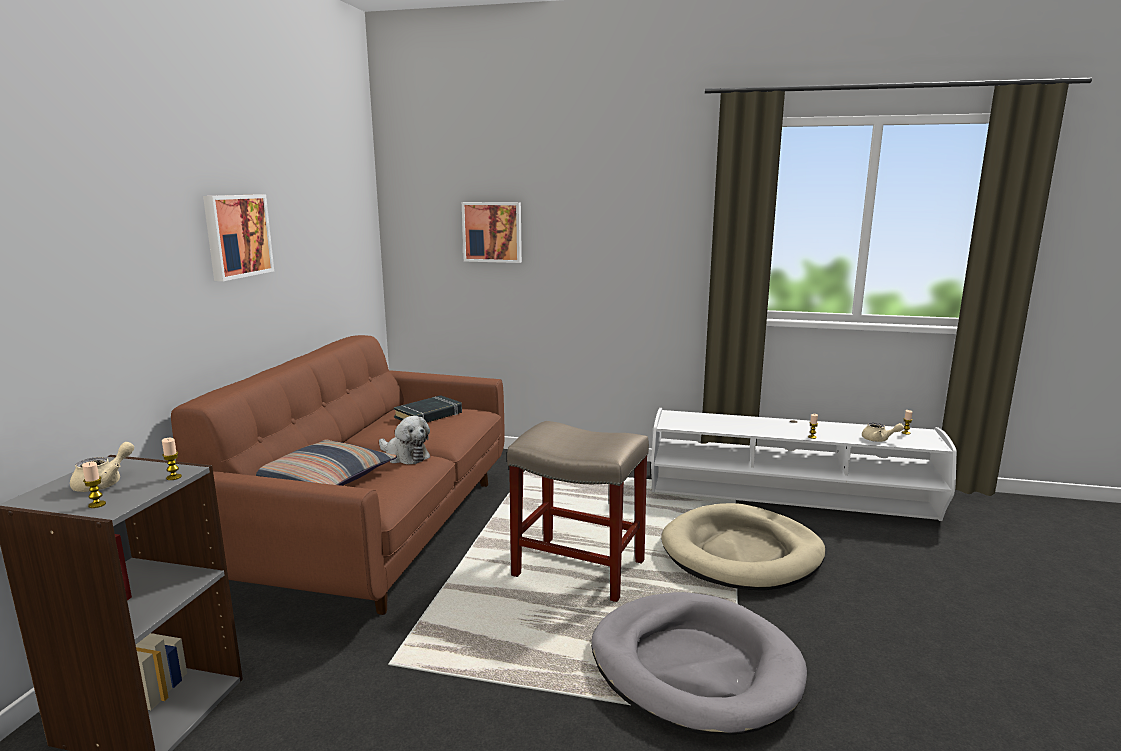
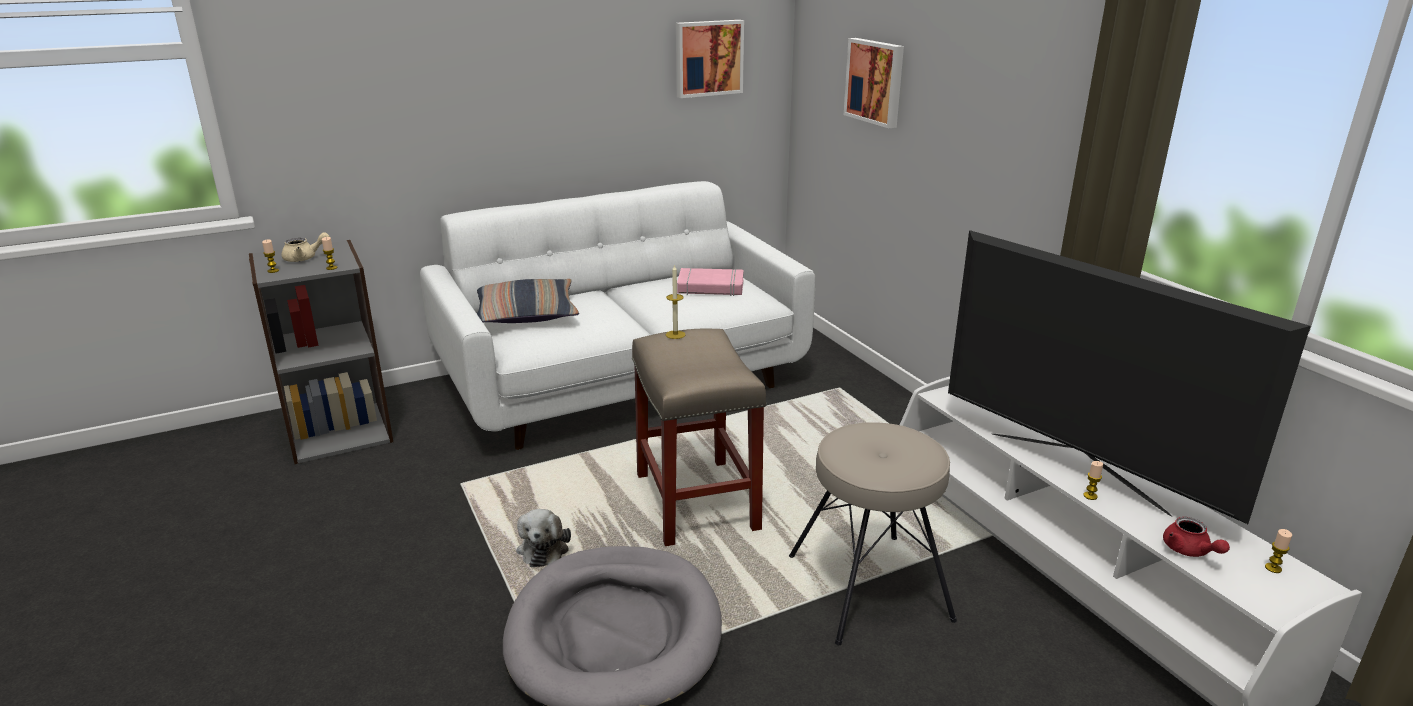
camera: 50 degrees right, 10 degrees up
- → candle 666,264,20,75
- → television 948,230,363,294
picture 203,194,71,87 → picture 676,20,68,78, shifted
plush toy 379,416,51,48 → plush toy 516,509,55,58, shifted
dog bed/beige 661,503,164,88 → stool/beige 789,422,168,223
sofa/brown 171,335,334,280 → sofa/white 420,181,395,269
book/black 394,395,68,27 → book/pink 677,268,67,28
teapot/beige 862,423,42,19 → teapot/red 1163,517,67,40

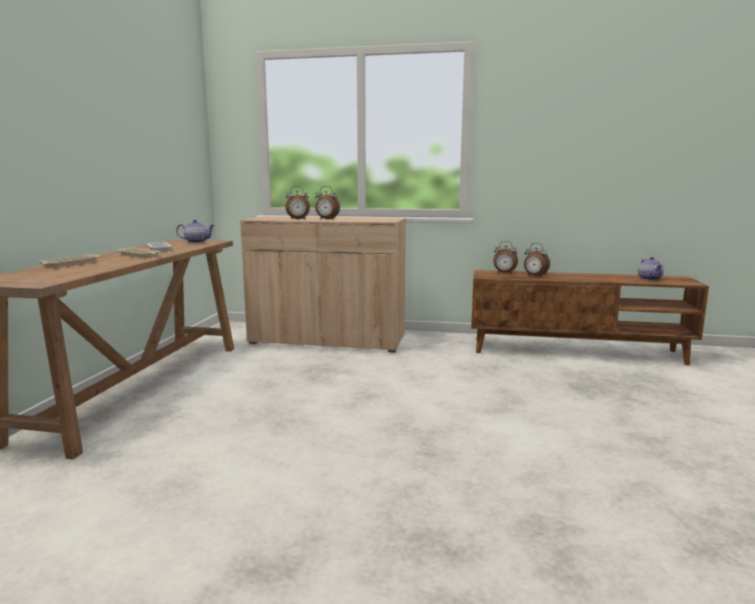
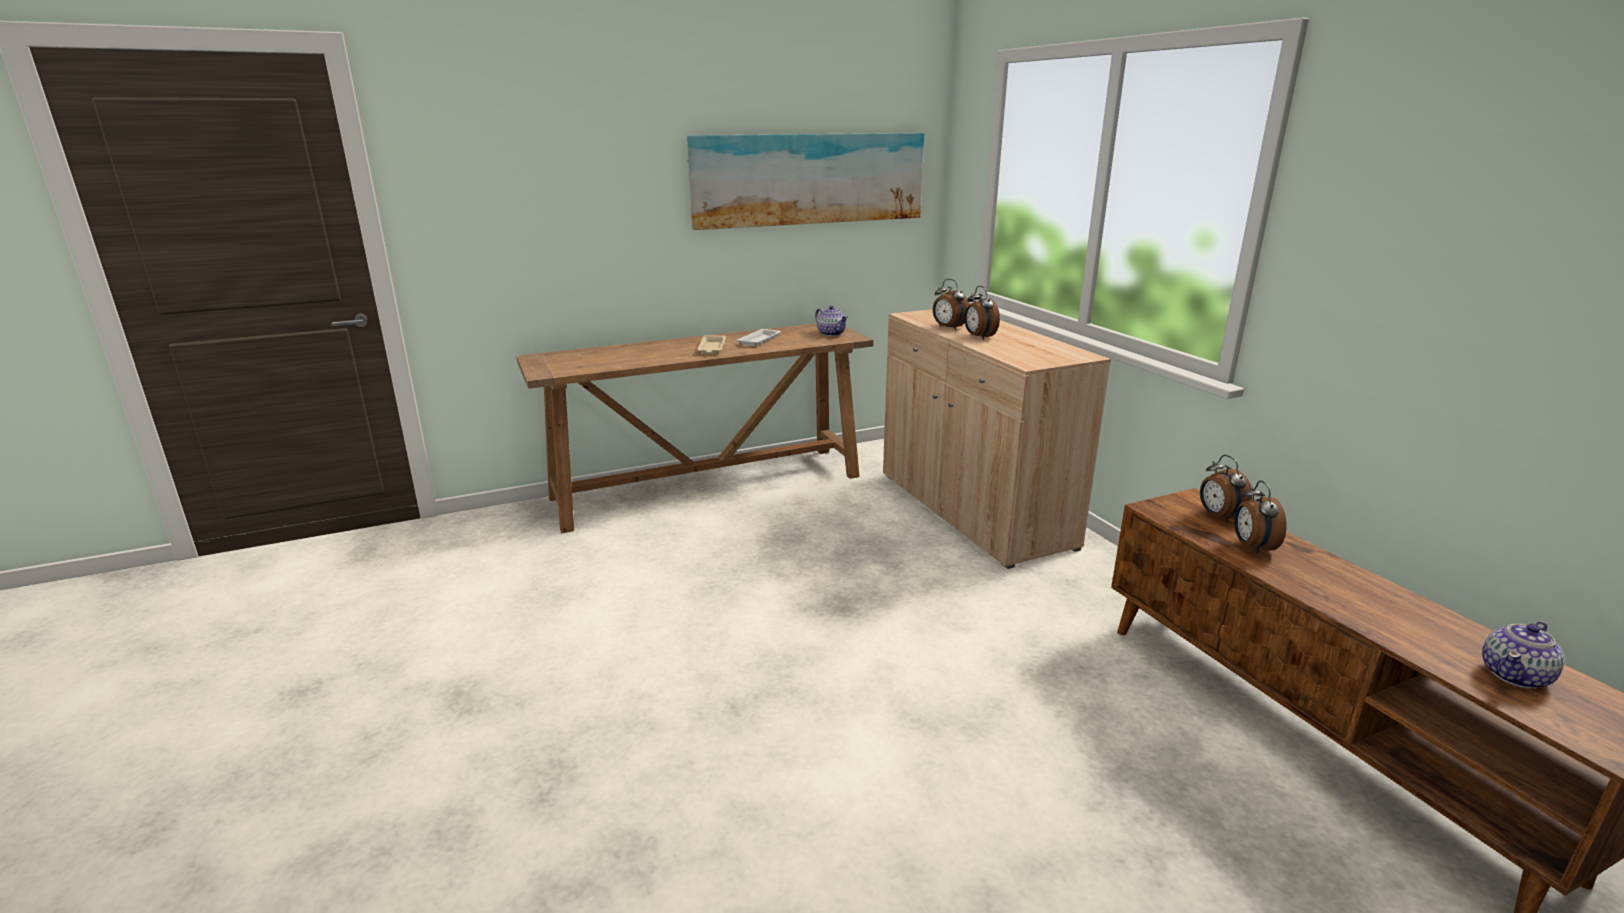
camera: 55 degrees right, 10 degrees up
tray/beige 39,254,62,14 → -
- → picture 687,133,237,97

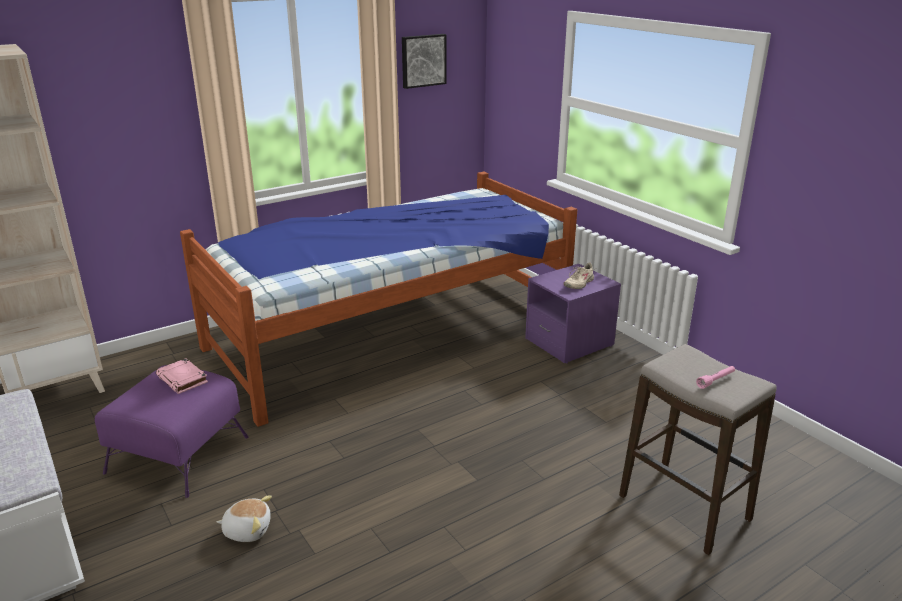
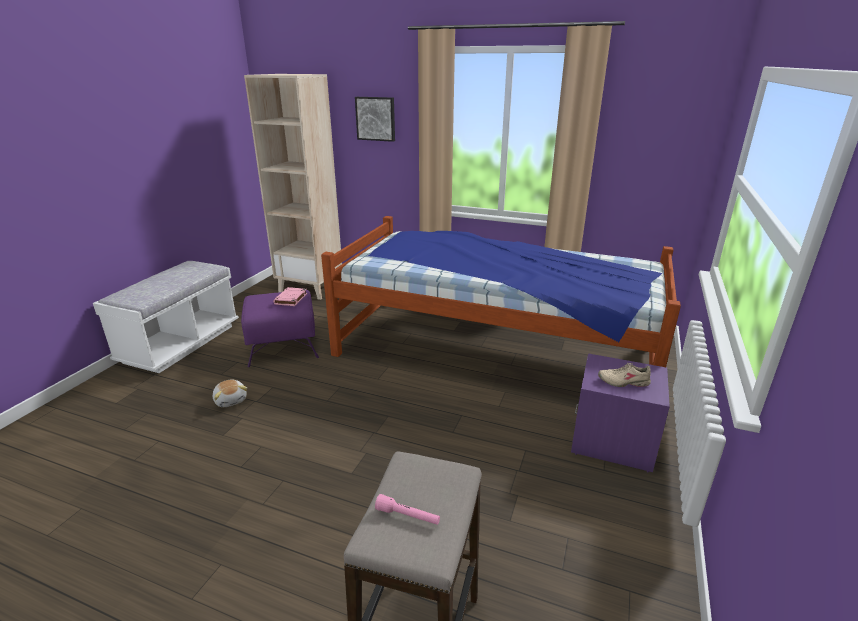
camera: 55 degrees right, 0 degrees up
picture 402,34,45,55 → picture 355,97,40,45, shifted

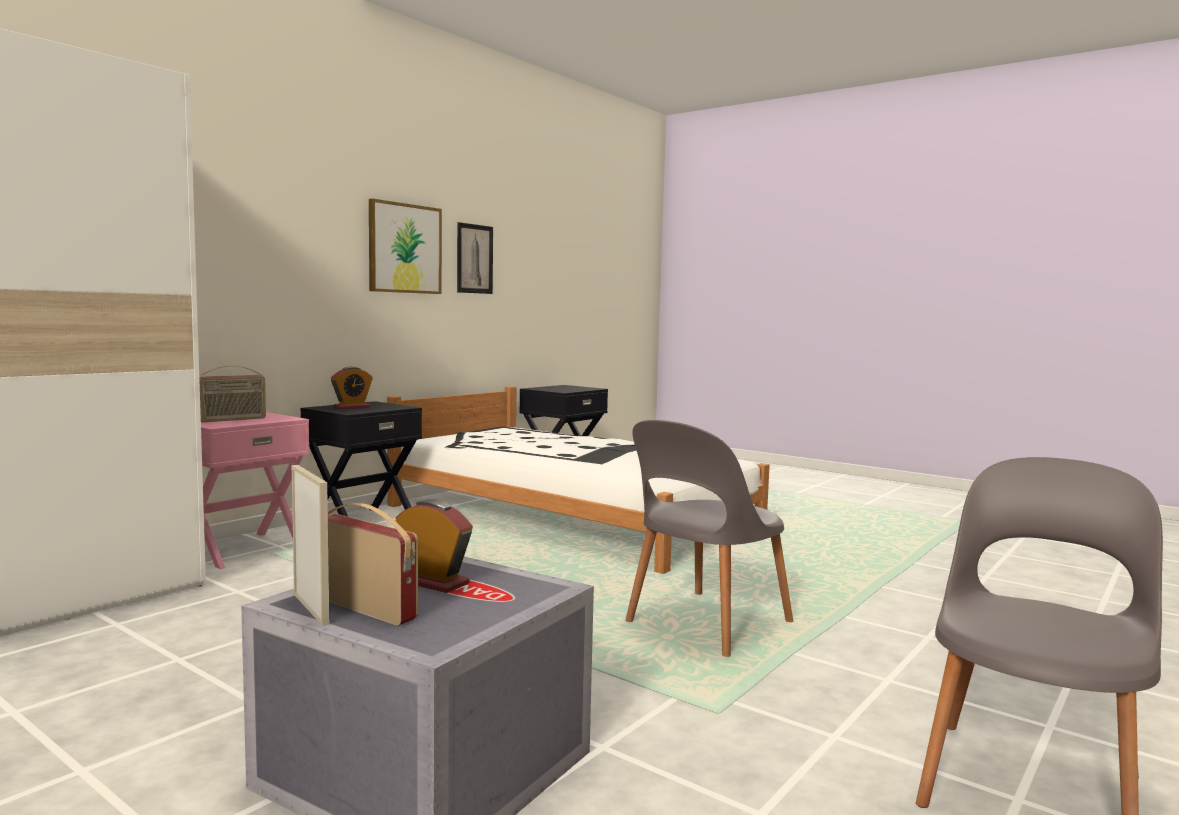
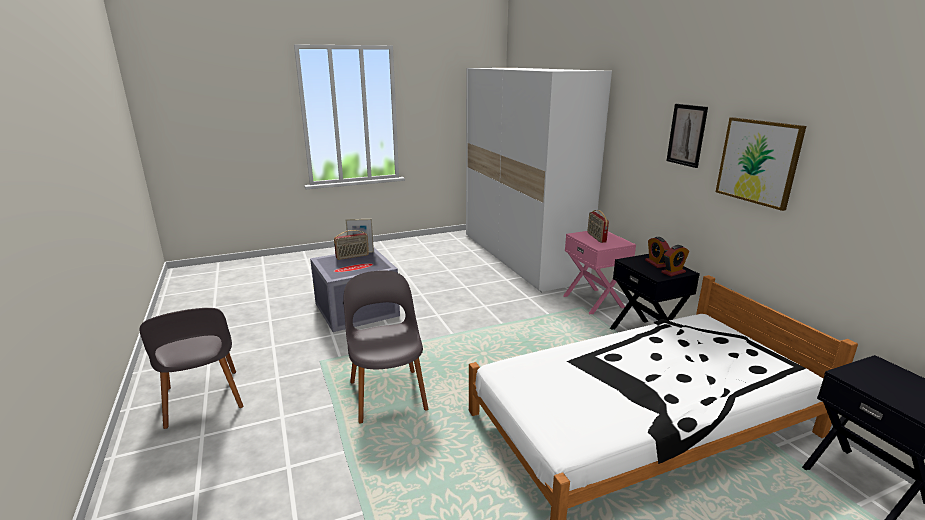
camera: 120 degrees right, 15 degrees up
alarm clock 396,499,77,94 → alarm clock 661,245,28,31, shifted
picture 457,222,36,72 → picture 666,104,42,64, shifted

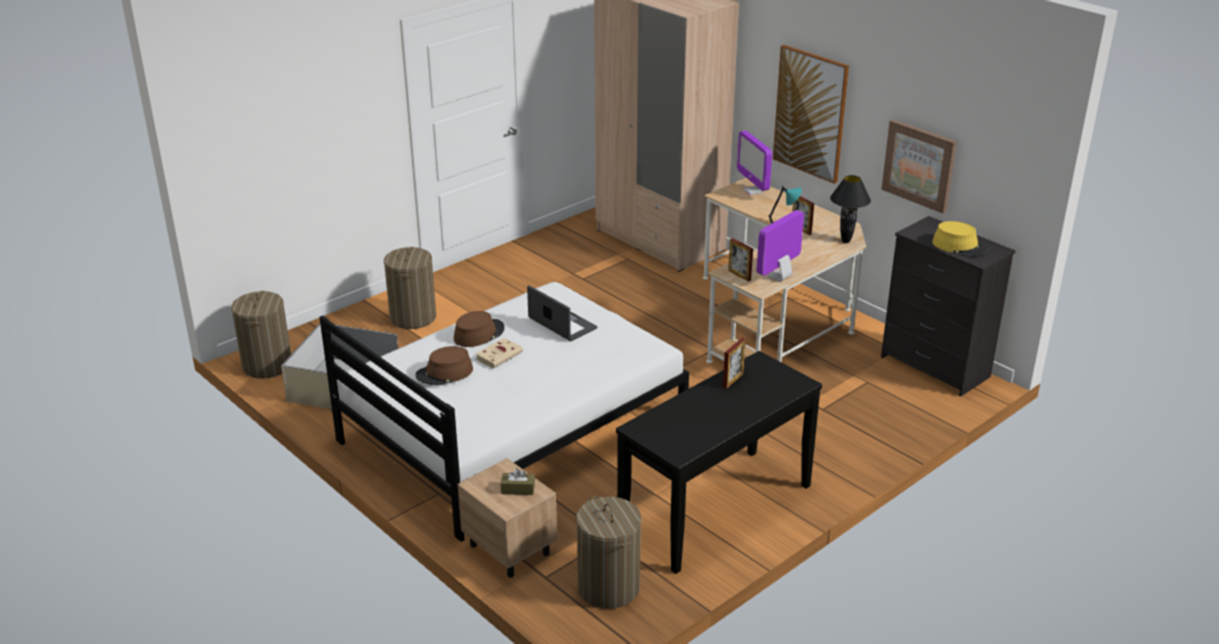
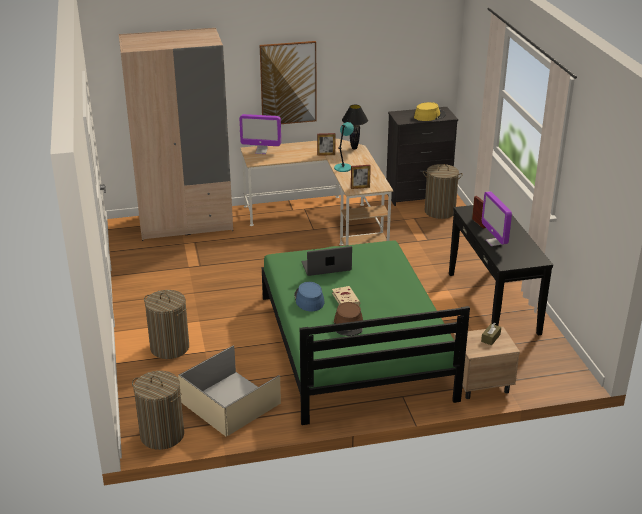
camera: 60 degrees left, 0 degrees up
picture 881,120,76,94 → -
laundry basket 576,496,65,113 → laundry basket 423,164,40,55, shifted
monitor 757,210,47,72 → monitor 482,191,30,55, shifted
bed/white 320,282,369,260 → bed/green 262,240,208,185
hat/brown 454,311,51,36 → hat/blue 294,282,30,30

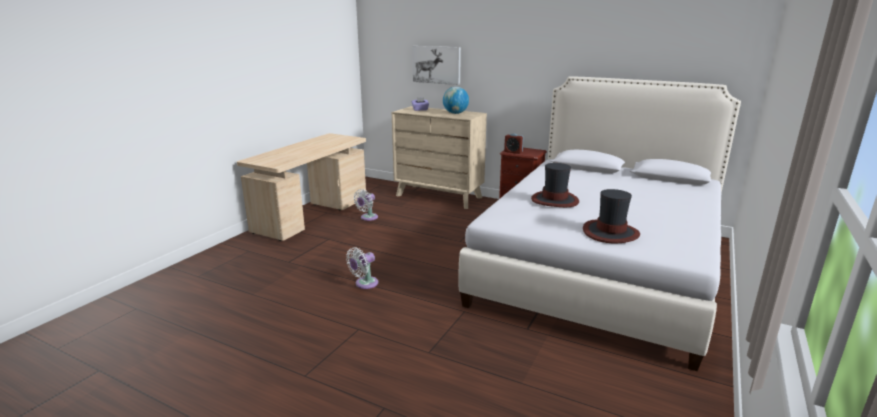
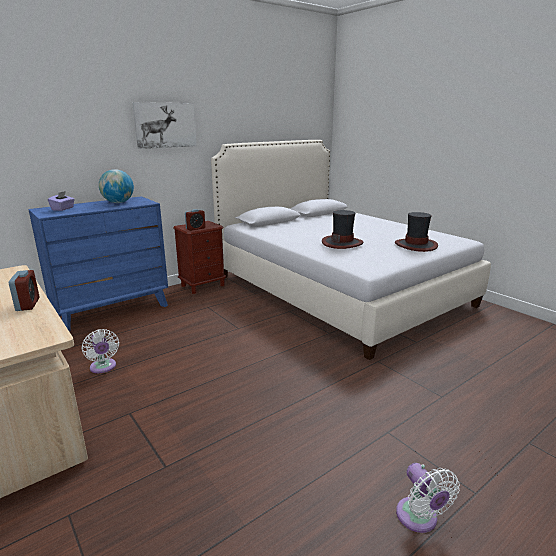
camera: 65 degrees left, 0 degrees up
- → alarm clock 9,270,30,41
fan/white 346,247,32,42 → fan/white 396,463,64,70, shifted
picture 412,46,49,39 → picture 132,102,65,47, shifted
dresser/beige 392,106,95,103 → dresser/blue 28,196,140,136

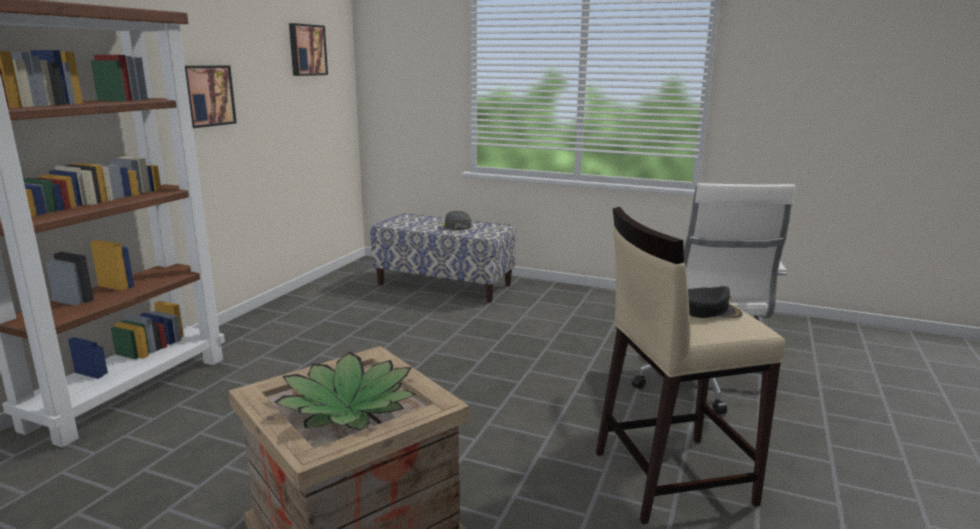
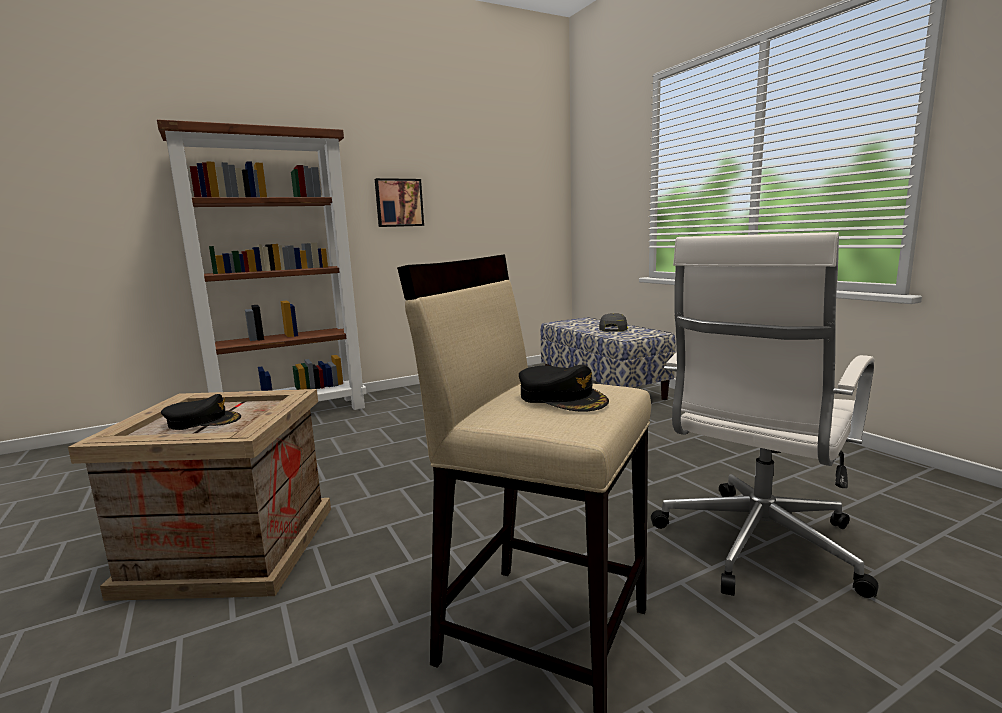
camera: 40 degrees right, 5 degrees down
picture 289,23,39,53 → -
potted plant 274,352,142,78 → cap/black 161,394,80,36

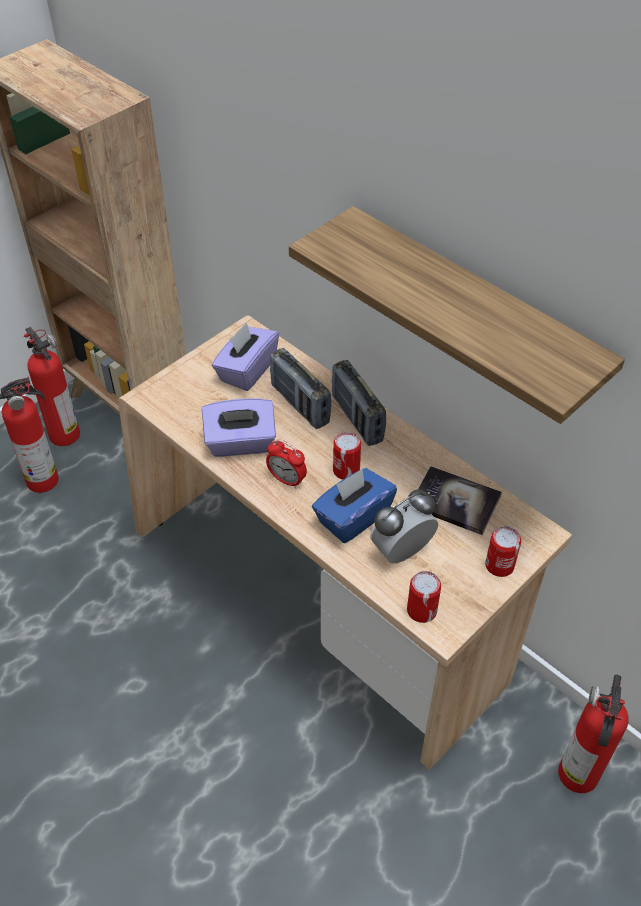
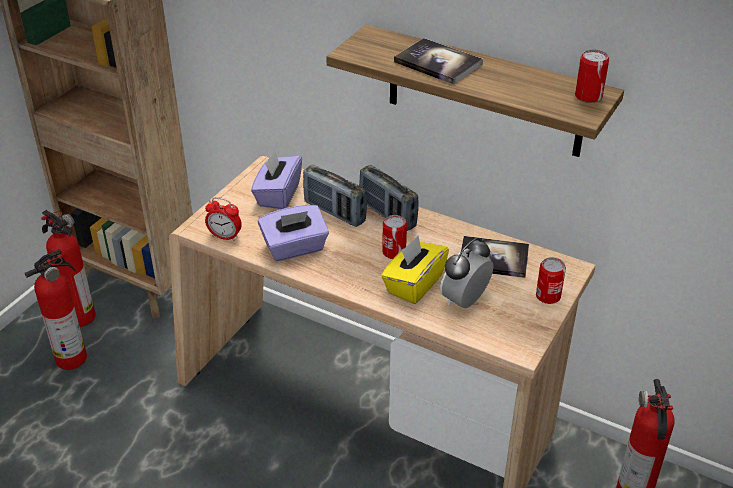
camera: 15 degrees left, 10 degrees down
- → book 394,38,89,47
alarm clock 266,440,41,48 → alarm clock 205,197,37,44, shifted
can 407,571,34,52 → can 575,50,34,53, shifted
tissue box/blue 312,468,85,75 → tissue box/yellow 381,236,68,68

